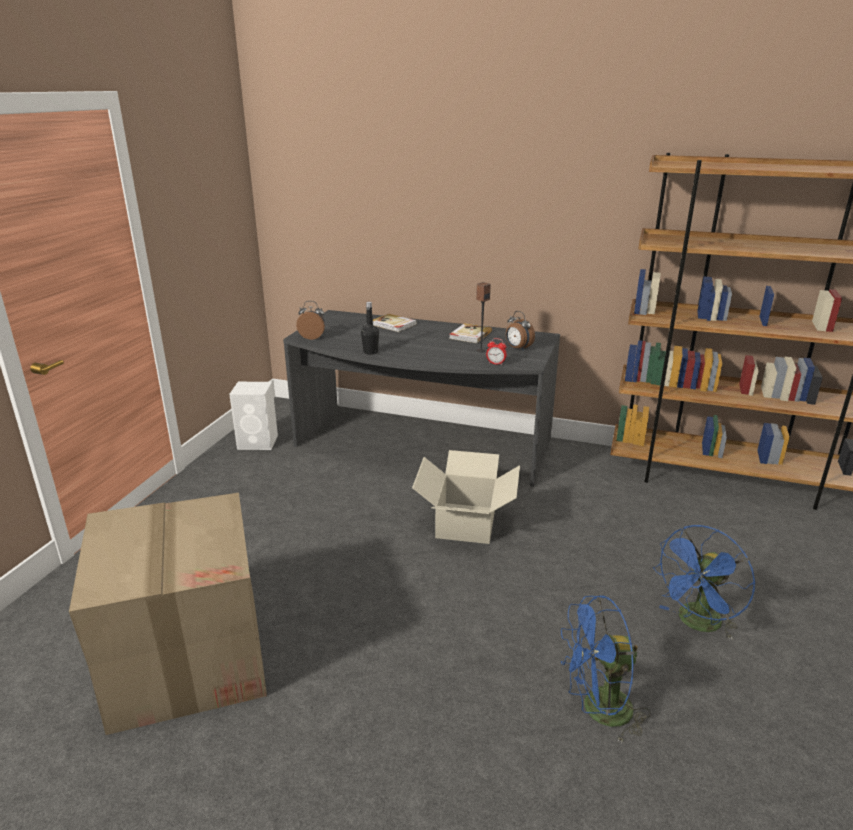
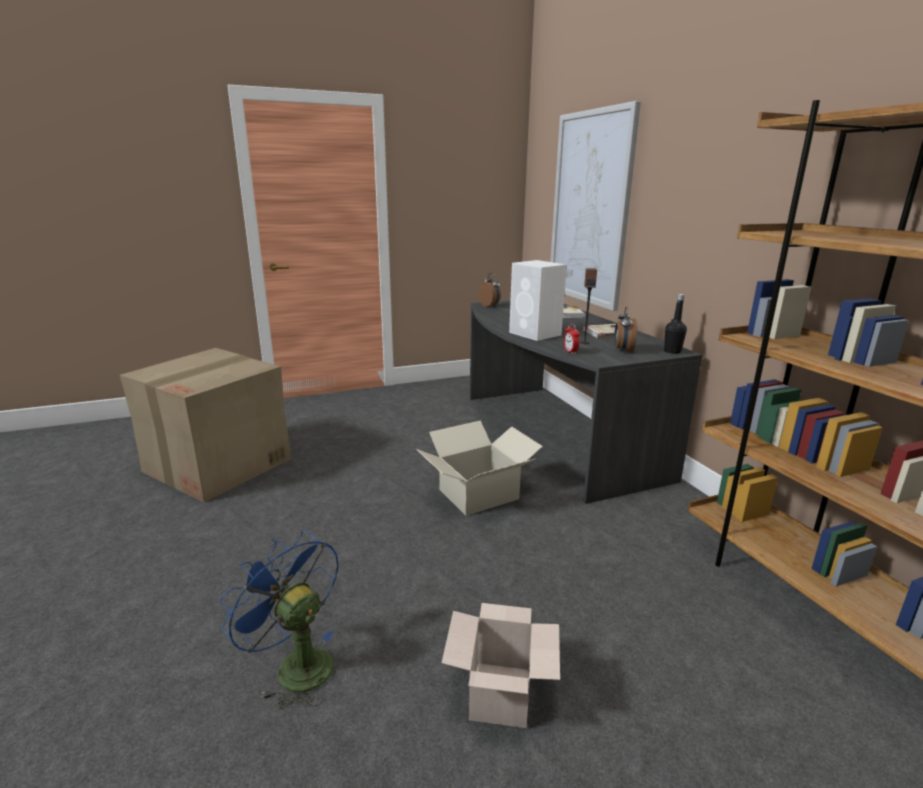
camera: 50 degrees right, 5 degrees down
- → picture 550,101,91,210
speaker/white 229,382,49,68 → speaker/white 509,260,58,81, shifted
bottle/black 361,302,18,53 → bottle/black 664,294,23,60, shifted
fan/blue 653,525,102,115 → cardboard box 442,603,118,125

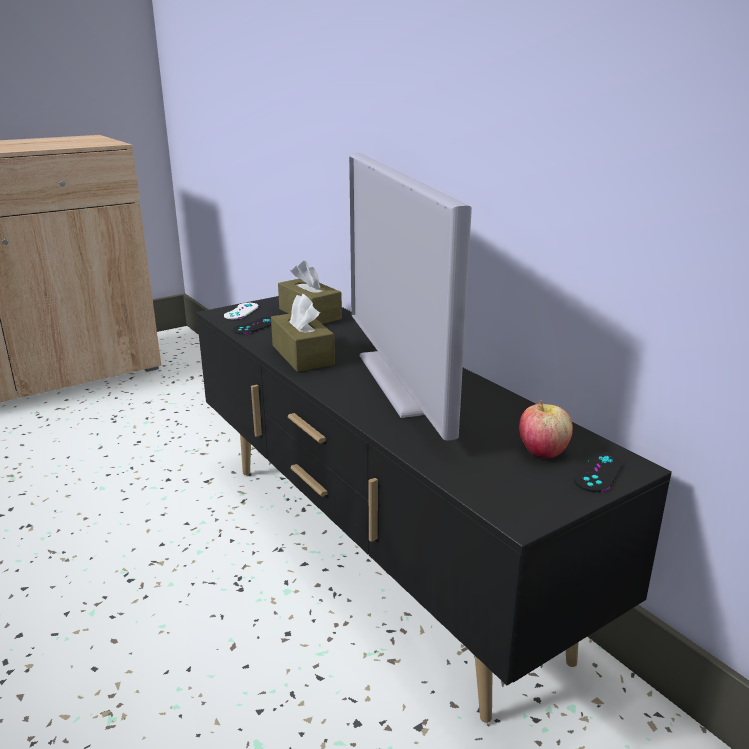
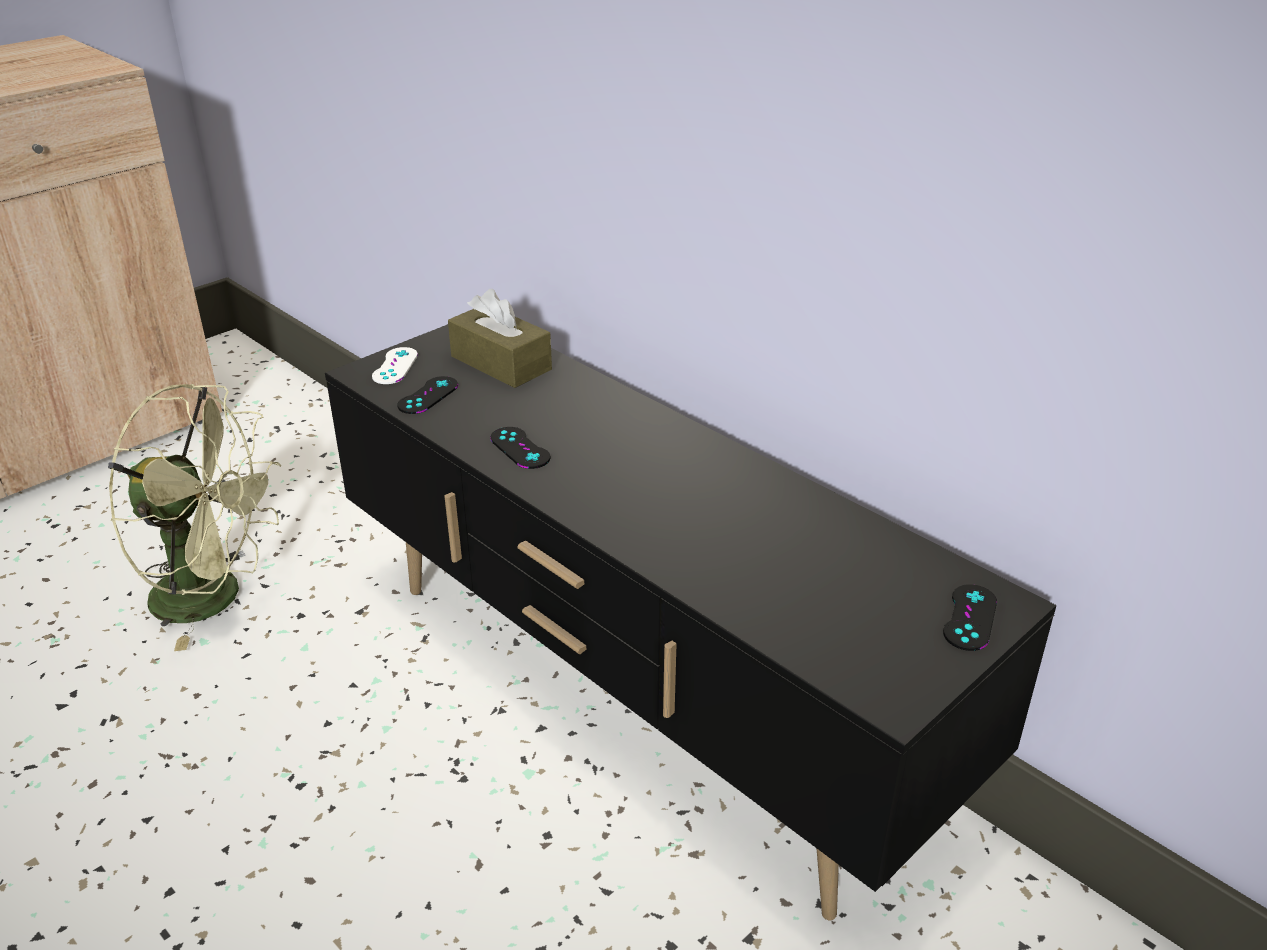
camera: 10 degrees left, 10 degrees up
television 349,153,123,287 → -
apple 519,400,54,59 → -
- → fan/green 108,384,173,267
tissue box/brown 271,294,64,78 → game controller/black 490,427,60,42

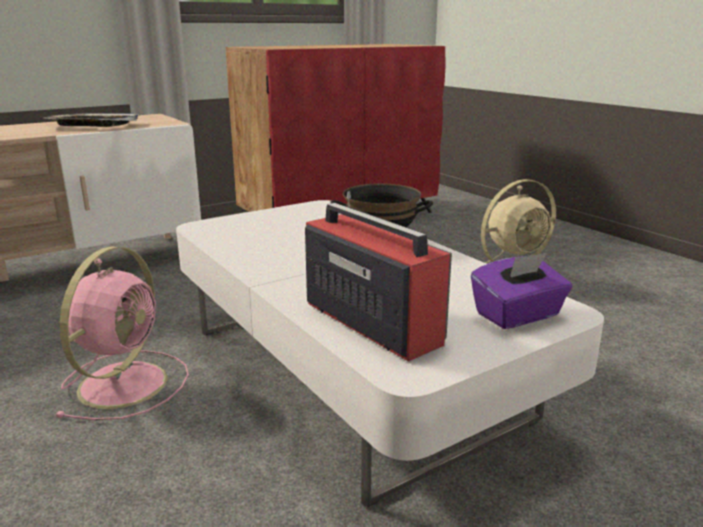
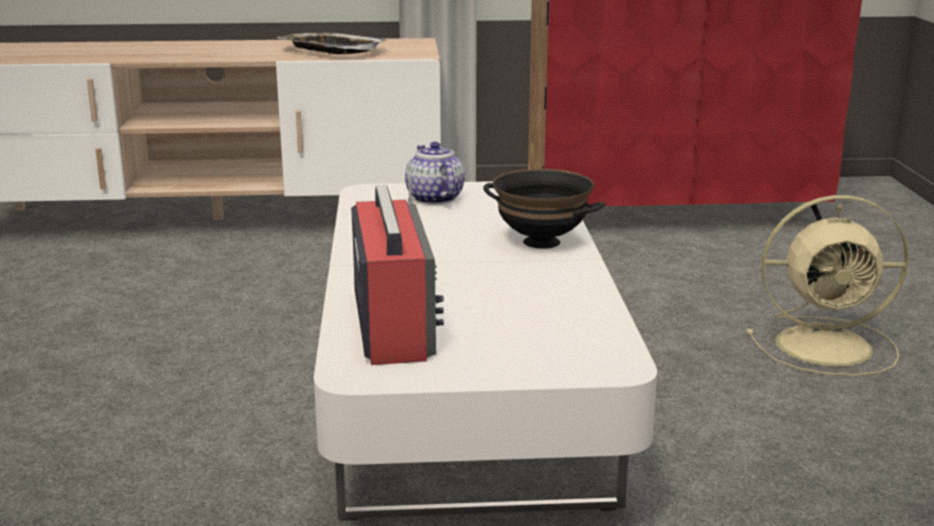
camera: 30 degrees right, 0 degrees up
fan/pink 54,246,135,174 → -
tissue box/purple 471,253,101,76 → -
- → teapot 405,142,60,62

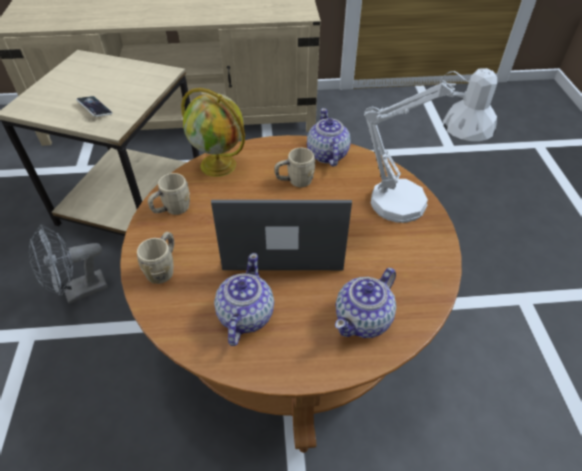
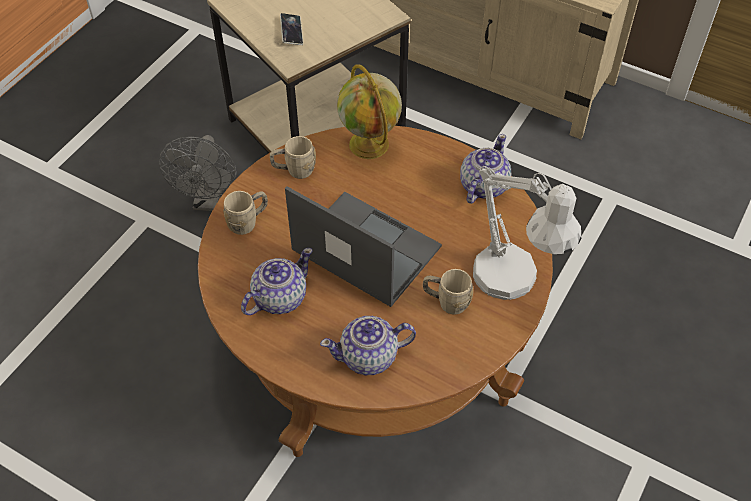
camera: 35 degrees right, 5 degrees up
mug/beige 274,148,41,39 → mug/beige 423,269,50,46, shifted
fan/grey 29,225,79,79 → fan/grey 159,135,77,76, 90 degrees counterclockwise

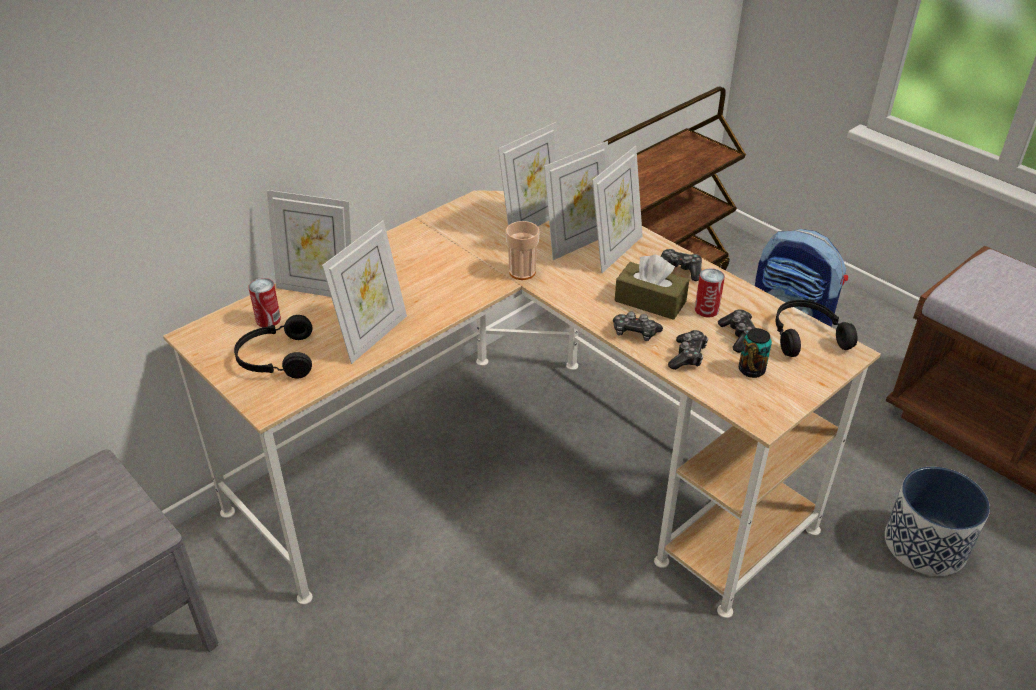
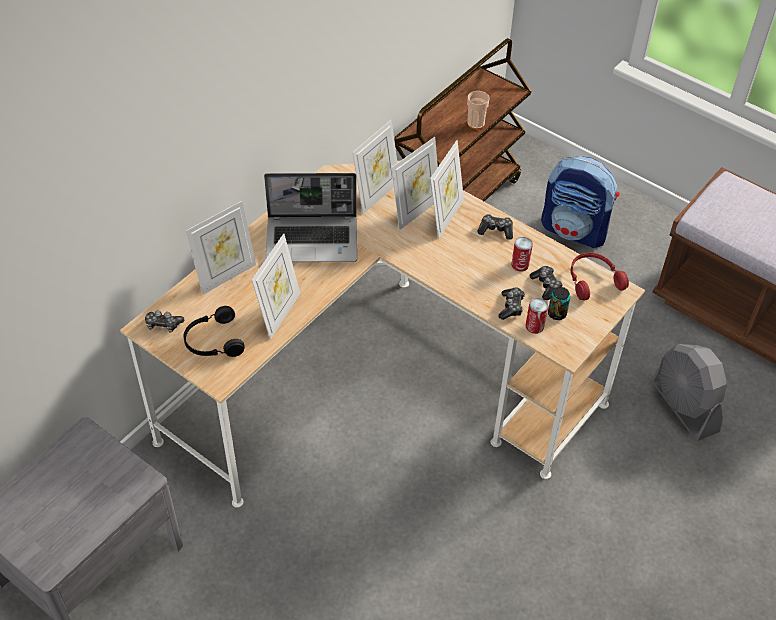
camera: 10 degrees left, 10 degrees up
tissue box/brown 615,255,74,65 → -
- → laptop 264,173,93,89
can 249,278,32,49 → can 525,298,23,36, shifted
cup 506,221,34,59 → cup 467,91,23,38, shifted
game controller 613,311,50,30 → game controller 145,310,39,23, shifted
planter 885,467,105,109 → fan/grey 651,344,76,97
headphones/black 776,300,82,57 → headphones/red 571,253,58,47
picture frame 267,190,84,107 → picture frame 186,201,70,94, 45 degrees counterclockwise

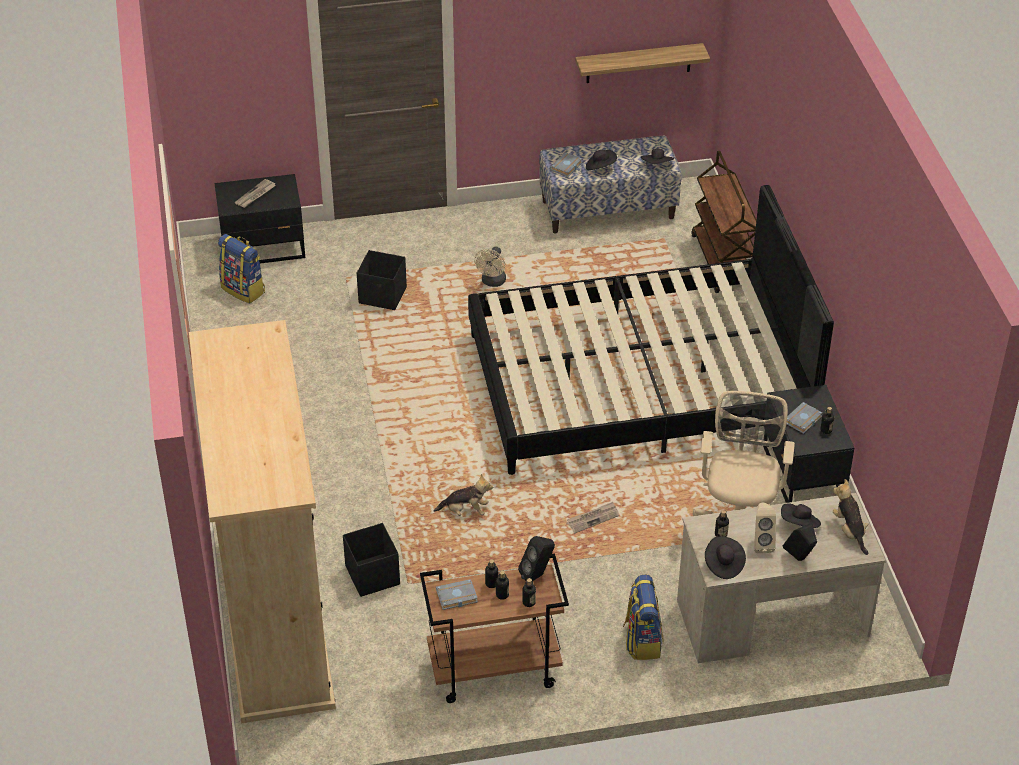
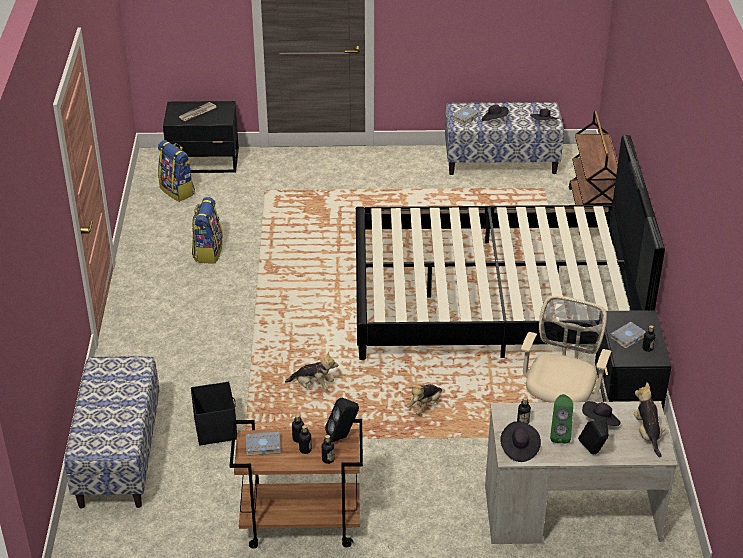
camera: 10 degrees right, 5 degrees down
storage box/black 357,250,50,60 → -
fan/beige 474,246,32,41 → -
shelf 575,43,135,40 → -
backpack 623,575,40,85 → backpack 192,197,31,66, shifted
wardrobe/beige 189,320,147,403 → bench 65,356,95,153
newspaper 566,502,53,32 → plush toy 407,384,35,31
speaker/beige 754,503,22,50 → speaker/green 550,394,23,50

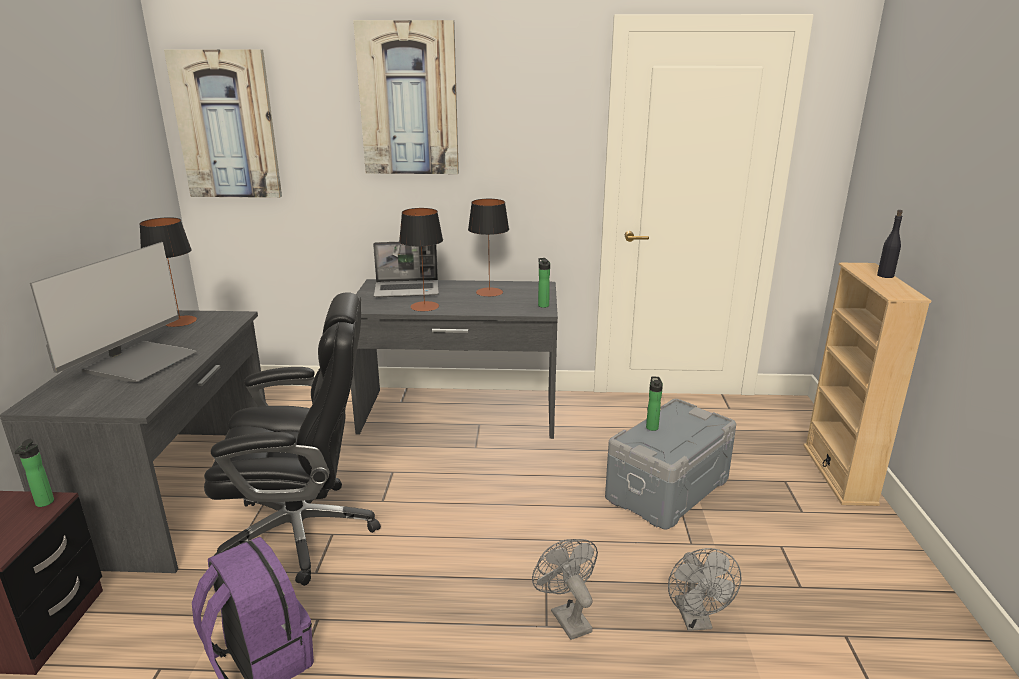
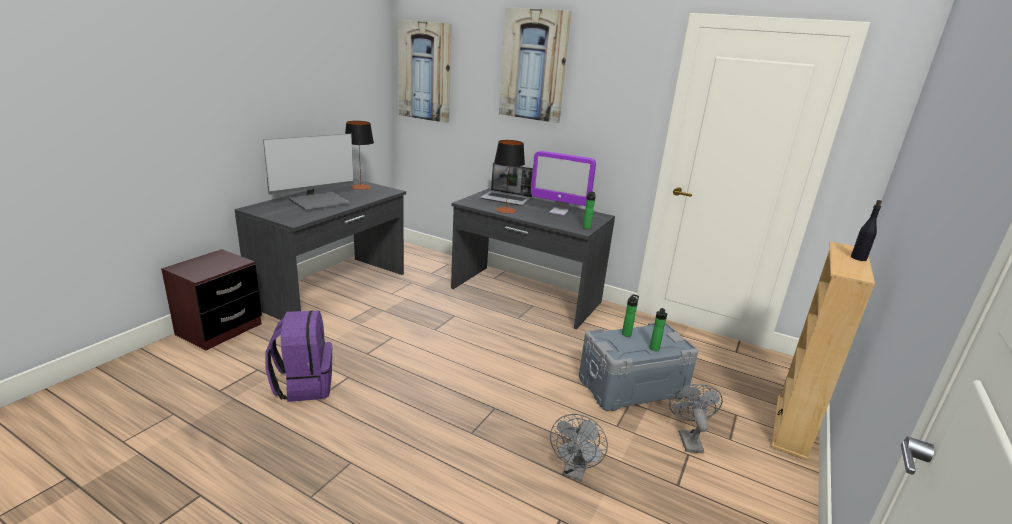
camera: 25 degrees right, 0 degrees up
office chair/black 204,292,177,294 → -
bottle 14,439,40,68 → bottle 650,308,17,43, shifted
fan/grey 532,539,66,101 → fan/grey 669,384,54,69, shifted
table lamp 468,199,41,98 → monitor 531,151,65,65

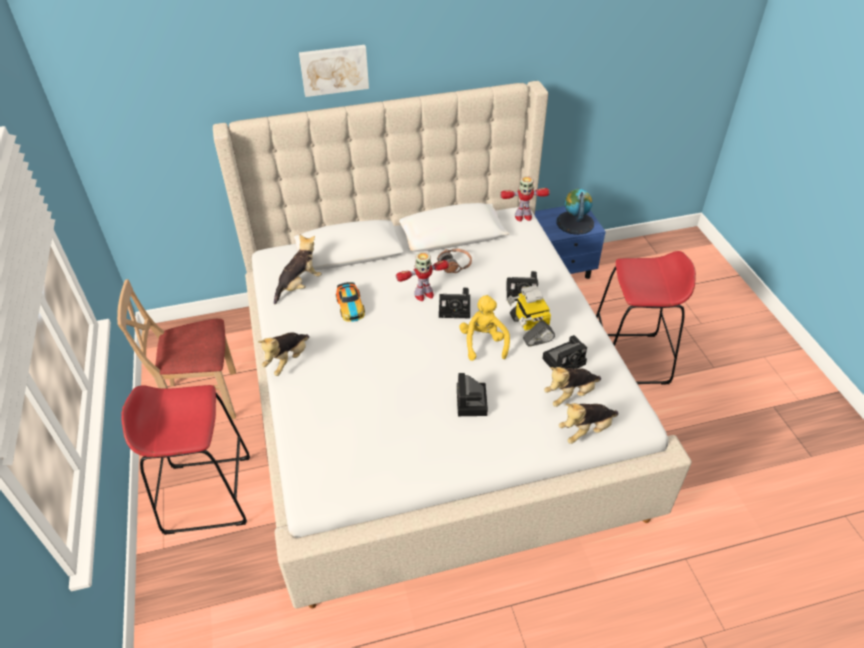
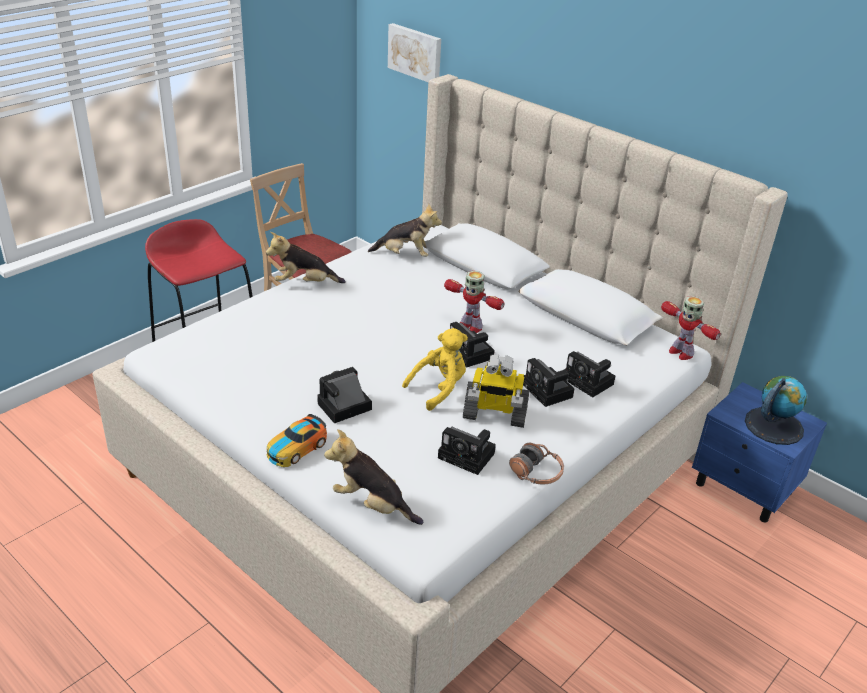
camera: 55 degrees right, 10 degrees down
plush toy 544,367,57,40 → -
stool/red 596,251,100,133 → -
- → photo camera 564,351,51,46
picture 299,45,70,52 → picture 388,23,53,59, shifted
toy car 336,282,29,40 → toy car 266,414,61,53, shifted
headphones 437,249,35,24 → headphones 509,443,55,41, shifted
toy robot 507,285,48,62 → toy robot 463,354,66,74, 120 degrees counterclockwise

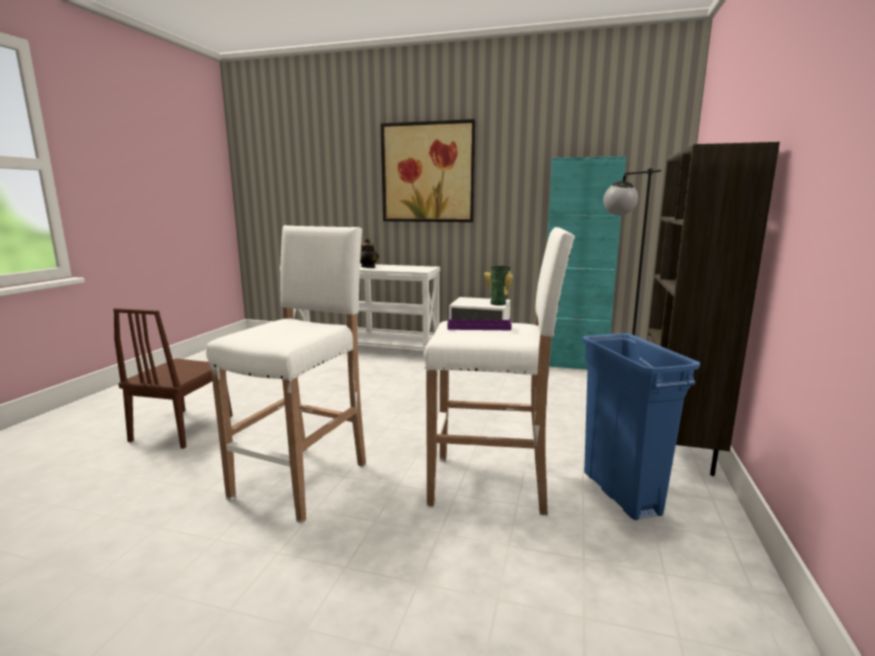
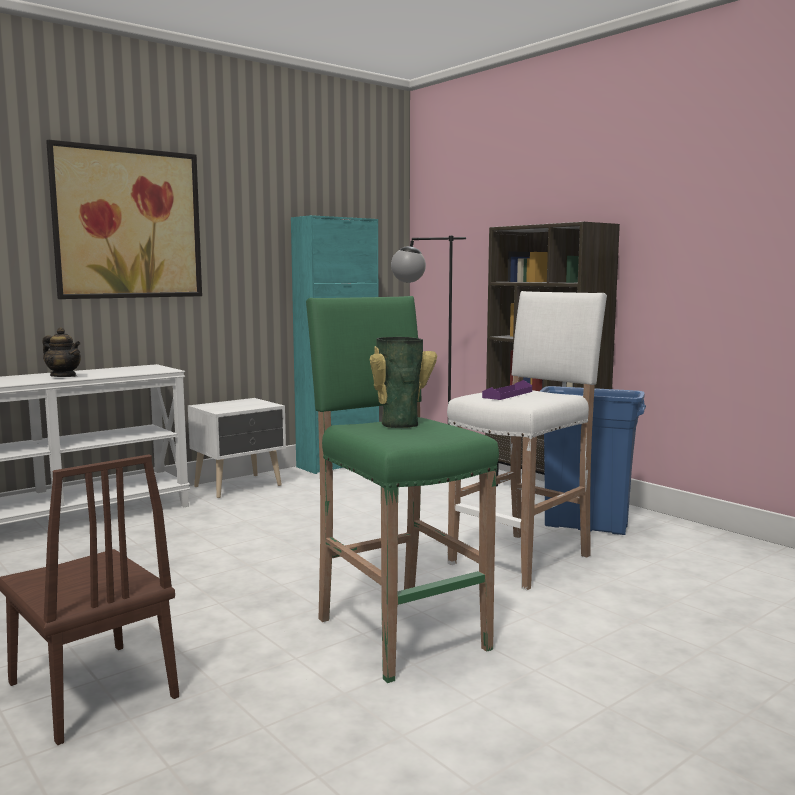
camera: 55 degrees left, 5 degrees down
vase 484,266,29,40 → vase 370,337,67,91, shifted
stool/white 206,225,160,298 → stool/green 306,296,193,387

